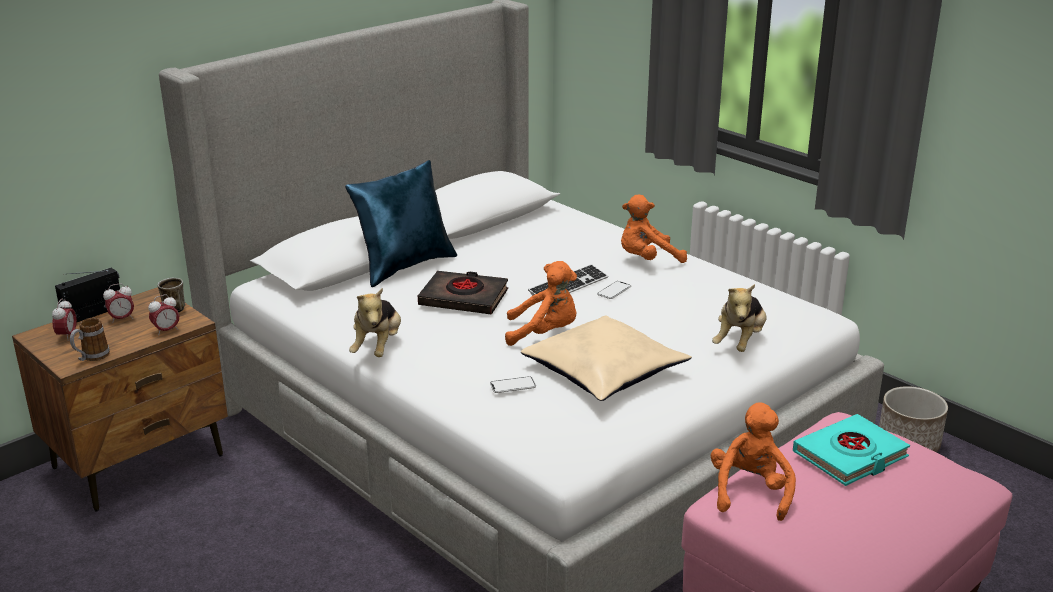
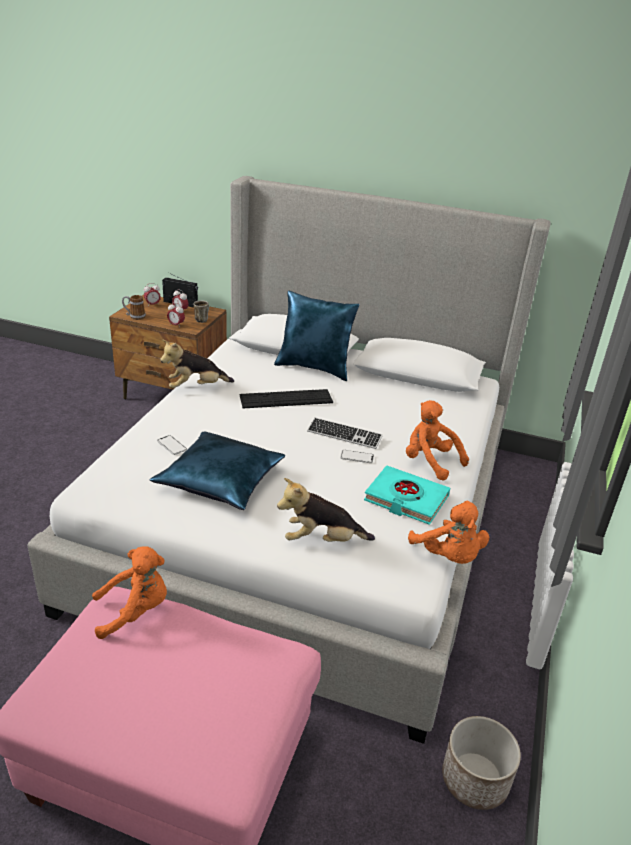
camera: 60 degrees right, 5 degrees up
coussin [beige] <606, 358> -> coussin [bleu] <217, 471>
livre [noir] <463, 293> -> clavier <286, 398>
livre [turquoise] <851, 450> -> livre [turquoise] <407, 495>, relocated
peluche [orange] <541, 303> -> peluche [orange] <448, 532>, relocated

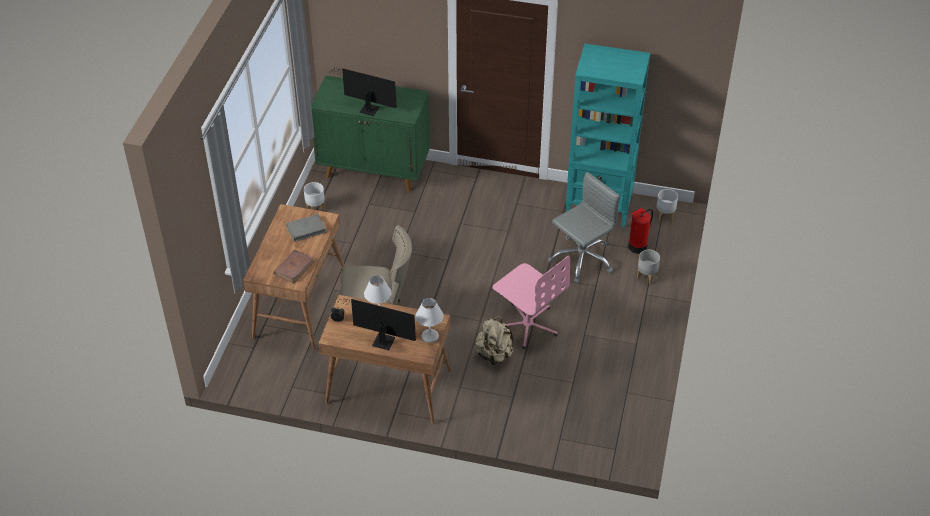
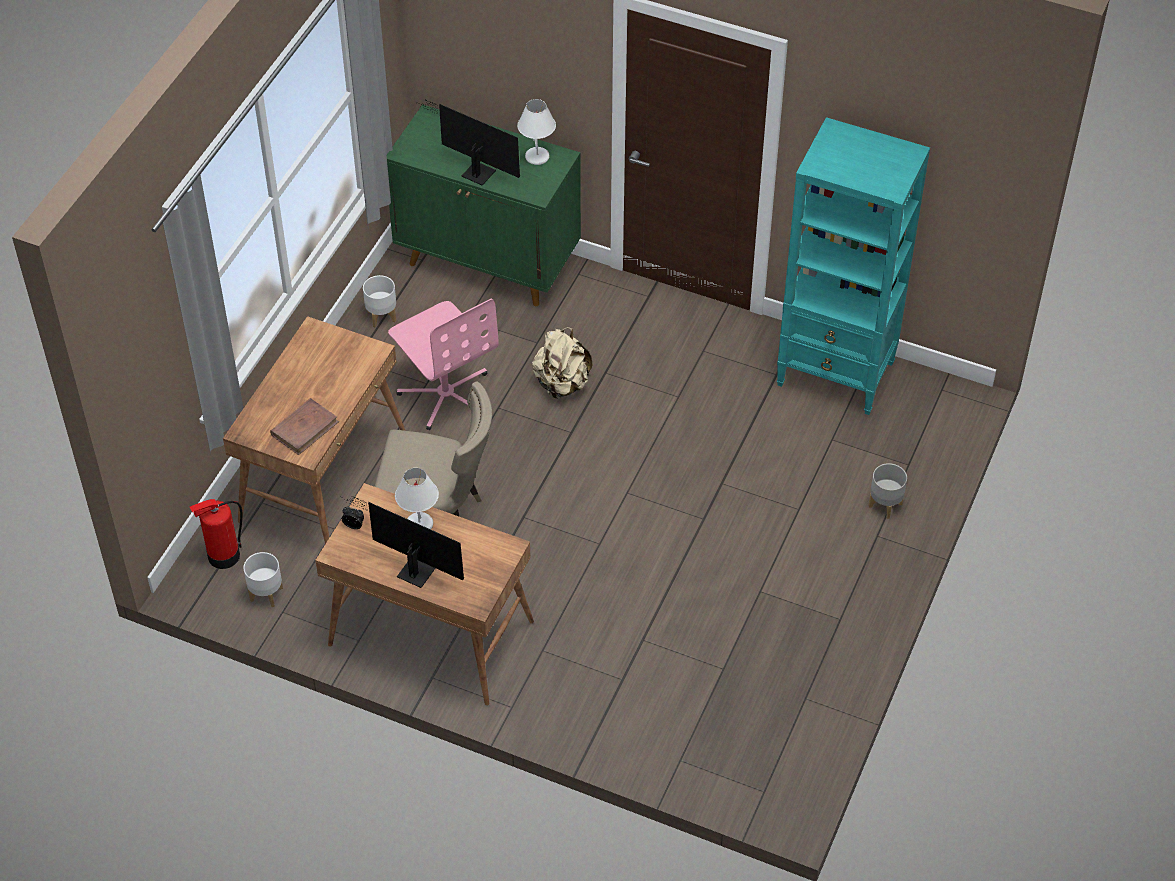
camera: 10 degrees right, 5 degrees up
extincteur <640, 231> -> extincteur <215, 534>, relocated
cache-pot [blanc] <667, 205> -> cache-pot [blanc] <263, 579>, relocated
chaise de bureau [rose] <531, 302> -> chaise de bureau [rose] <443, 364>, relocated
lampe de table [blanc] <430, 320> -> lampe de table [blanc] <536, 132>, relocated
sac à dos [beige] <494, 340> -> sac à dos [beige] <562, 363>, relocated
livre [gris] <306, 228> -> none
chaise de bureau [gris] <584, 227> -> none

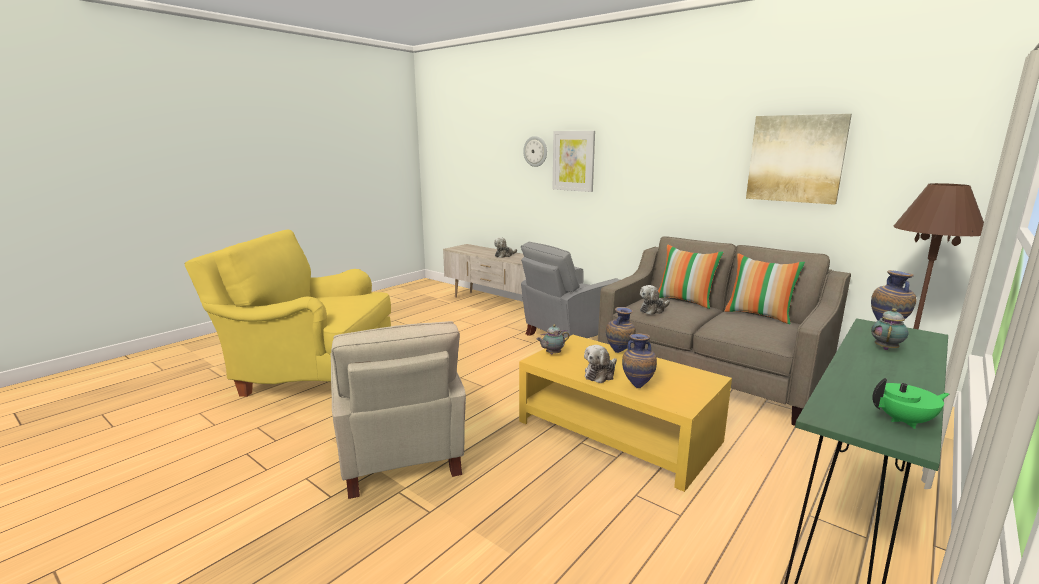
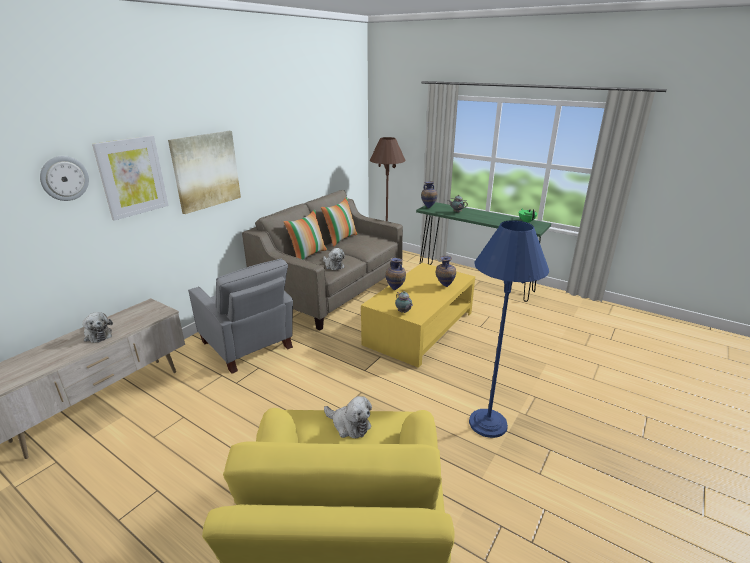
camera: 95 degrees left, 10 degrees up
tableau <799, 159> -> tableau <204, 172>, relocated
peluche <600, 364> -> peluche <348, 417>, relocated
fauteuil [beige] <398, 410> -> lampadaire [bleu] <509, 329>

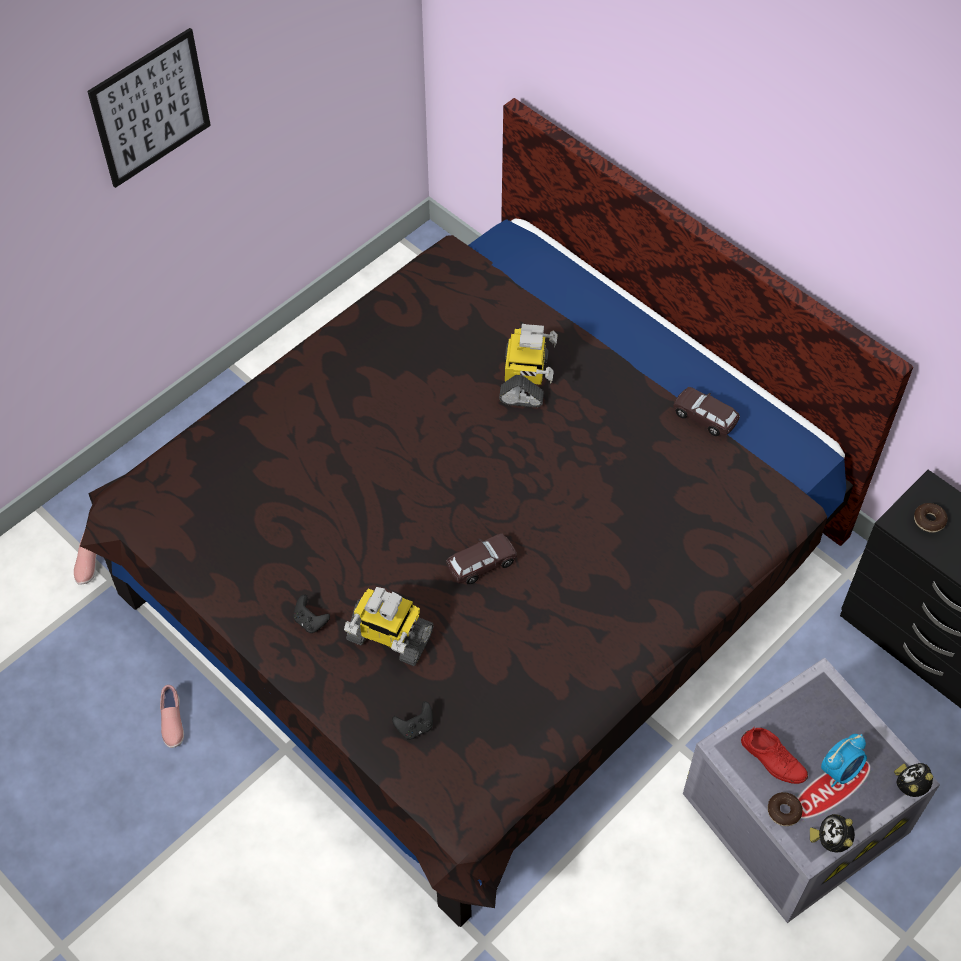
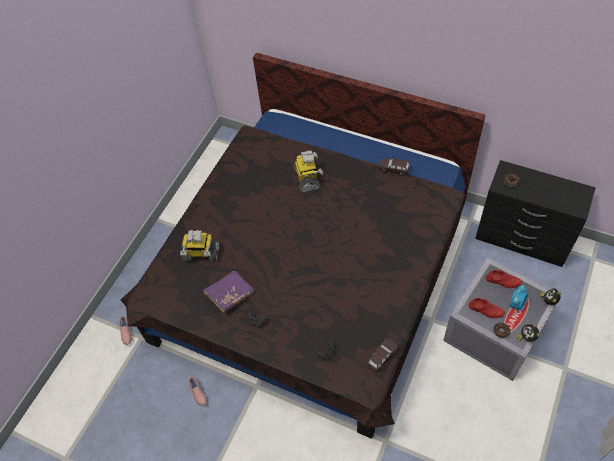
camera: 15 degrees left, 0 degrees up
robot jouet <389, 626> -> robot jouet <200, 246>, relocated
none -> livre [violet] <228, 292>
petite voiture [marron] <481, 559> -> petite voiture [marron] <382, 355>, relocated
none -> chaussure [rouge] <504, 279>
tableau <149, 108> -> none

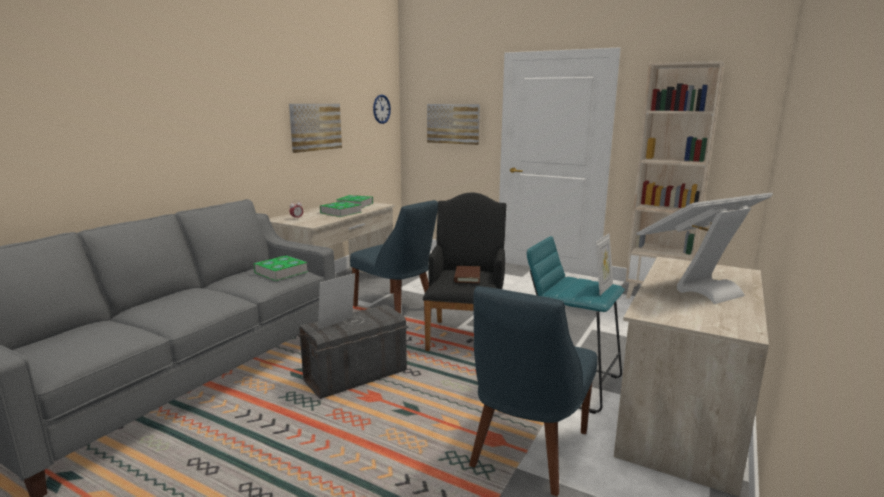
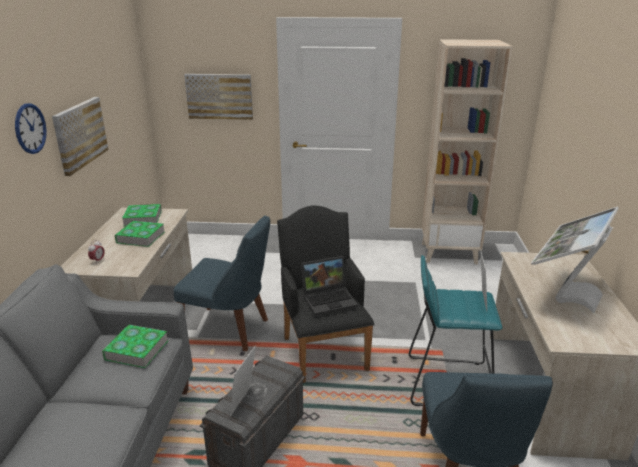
camera: 25 degrees left, 10 degrees up
horloge murale <382, 109> -> horloge murale <31, 128>, relocated
livre [marron] <467, 274> -> ordinateur portable <329, 286>

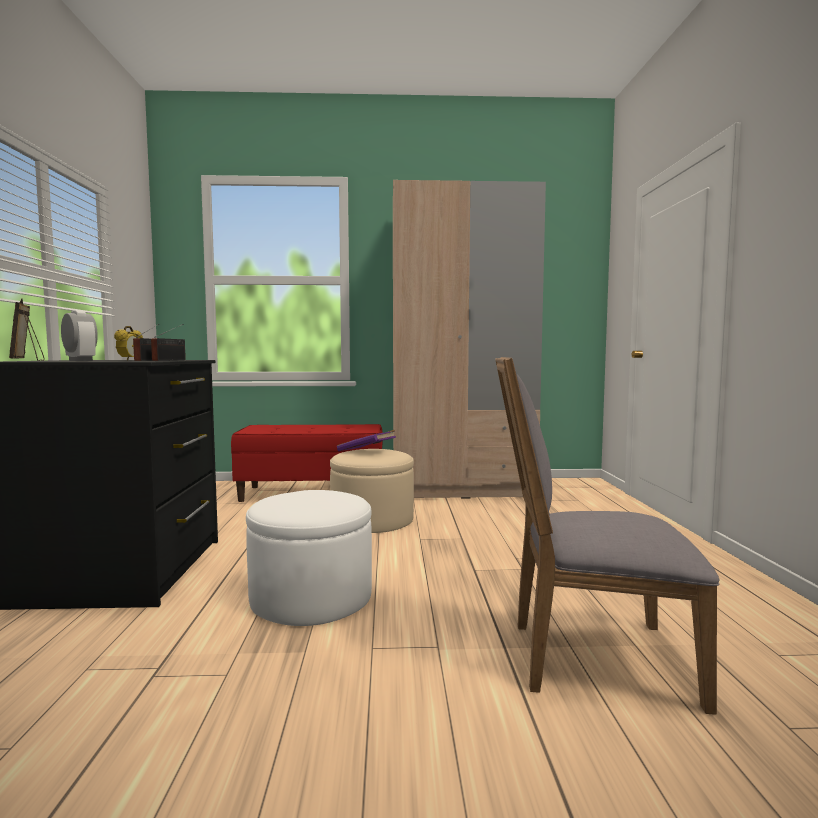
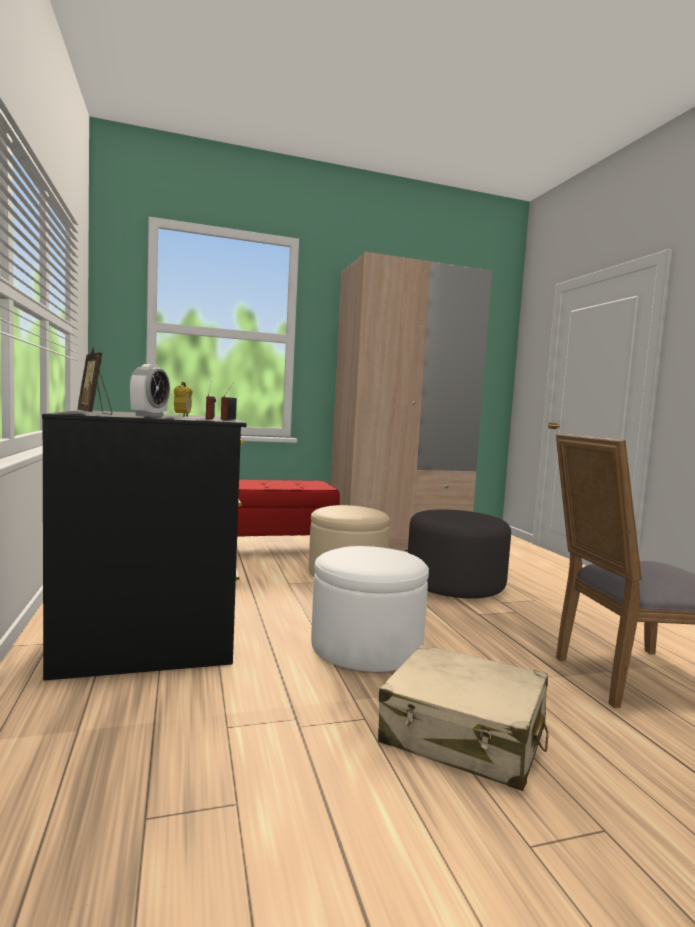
camera: 15 degrees left, 0 degrees up
réveil <79, 335> -> réveil <149, 390>, 75 degrees clockwise
none -> valise [beige] <463, 717>
none -> pouf [gris] <459, 553>
livre [violet] <366, 440> -> none

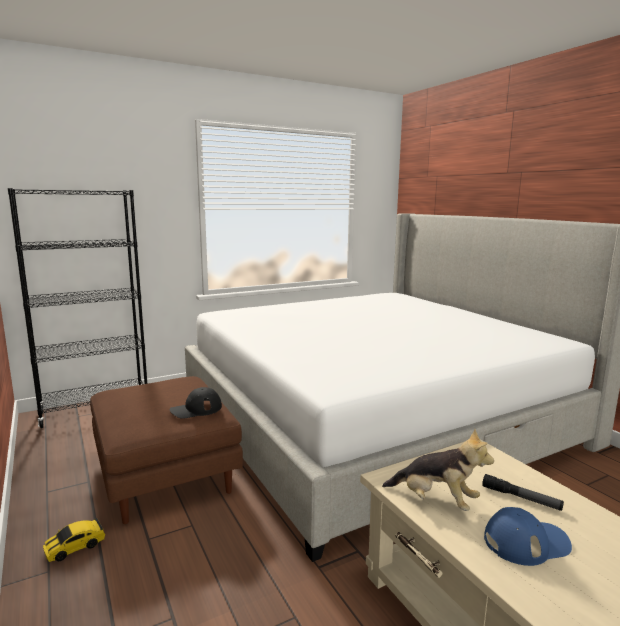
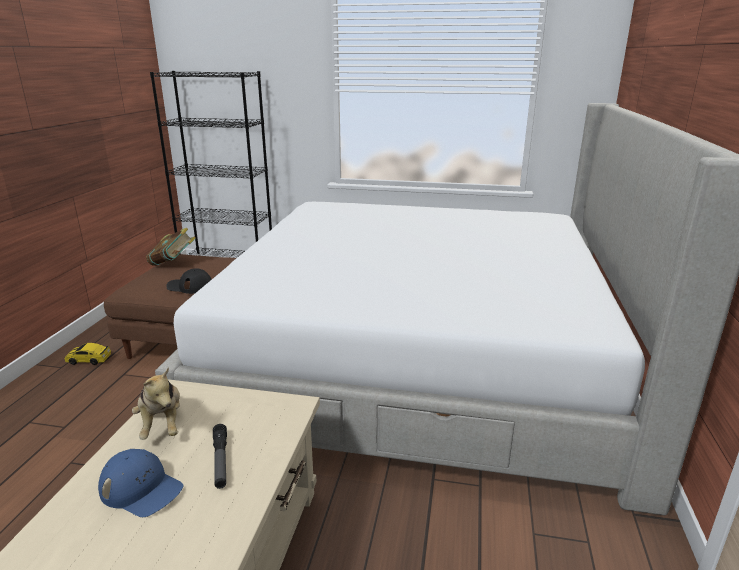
camera: 40 degrees right, 10 degrees up
none -> livre <171, 247>

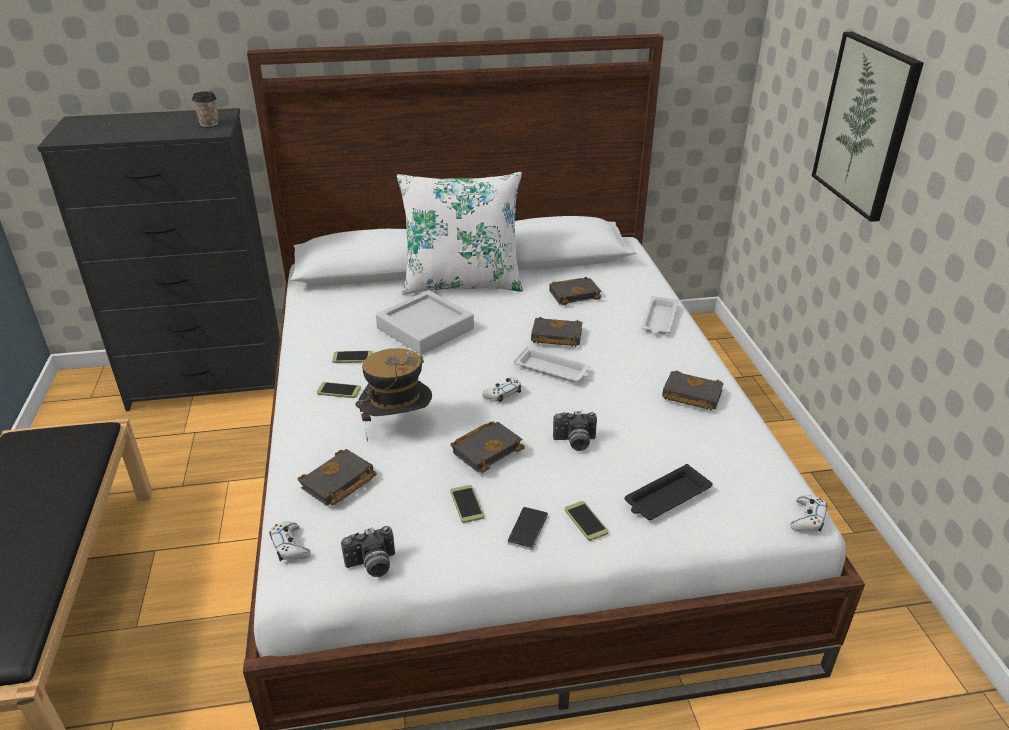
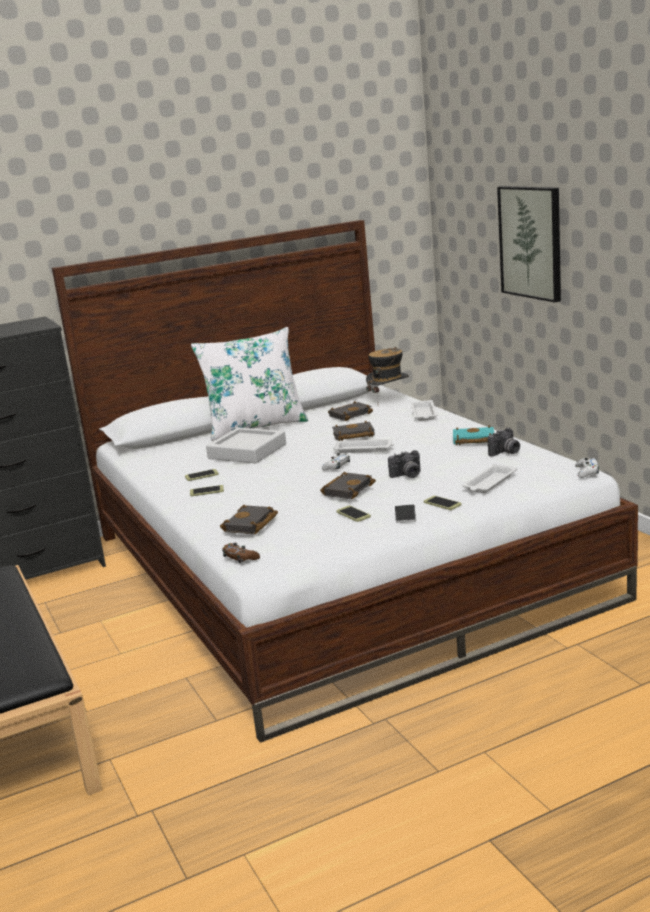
camera: 15 degrees left, 15 degrees down
manette [blanc] <290, 541> -> manette [marron] <241, 553>
chapeau <393, 395> -> chapeau <387, 371>, relocated
livre [noir] <693, 390> -> livre [turquoise] <474, 435>
plateau [noir] <669, 492> -> plateau [blanc] <489, 478>
appareil photo <368, 551> -> appareil photo <504, 442>, relocated
tasse <205, 109> -> none

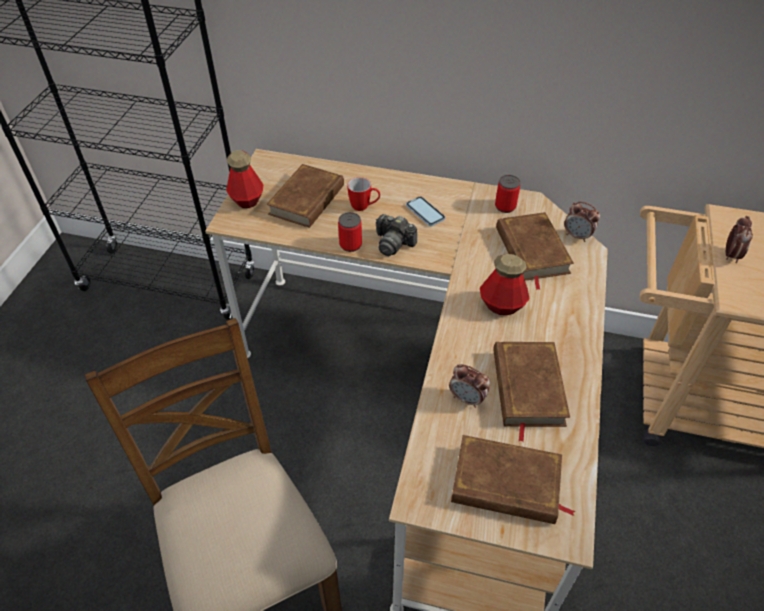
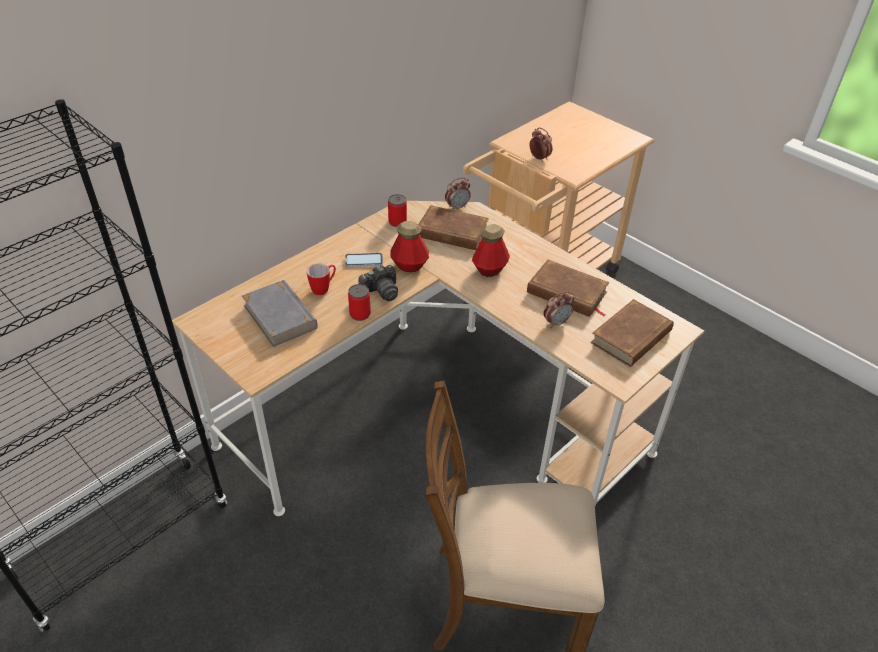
camera: 60 degrees left, 5 degrees down
livre [marron] <305, 196> -> livre [gris] <280, 313>
bouteille <244, 179> -> bouteille <409, 246>, relocated

